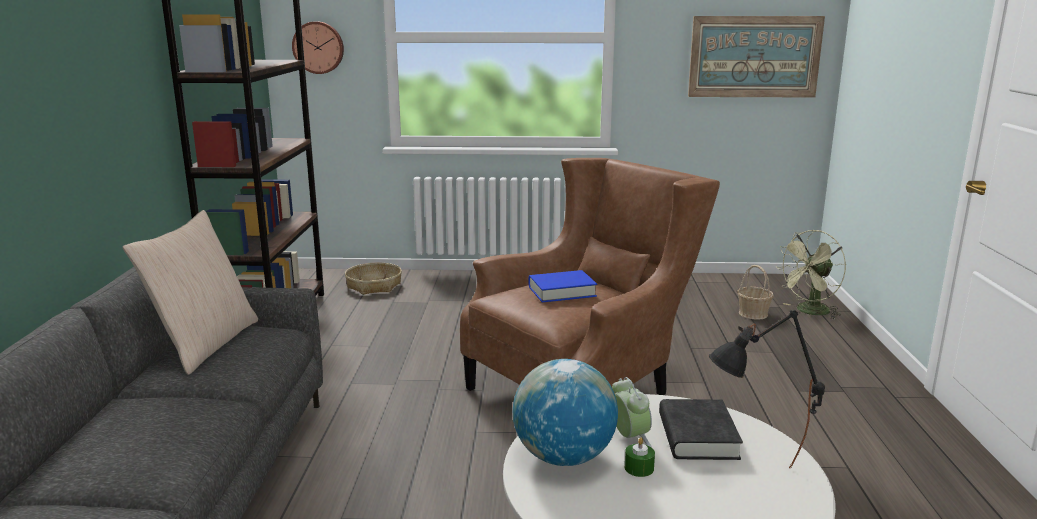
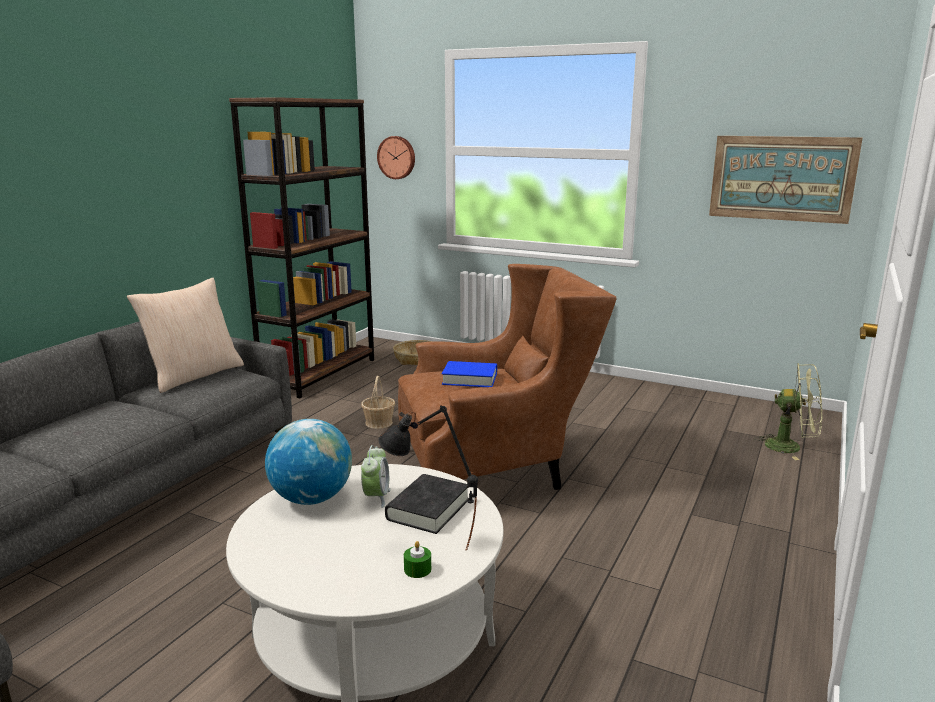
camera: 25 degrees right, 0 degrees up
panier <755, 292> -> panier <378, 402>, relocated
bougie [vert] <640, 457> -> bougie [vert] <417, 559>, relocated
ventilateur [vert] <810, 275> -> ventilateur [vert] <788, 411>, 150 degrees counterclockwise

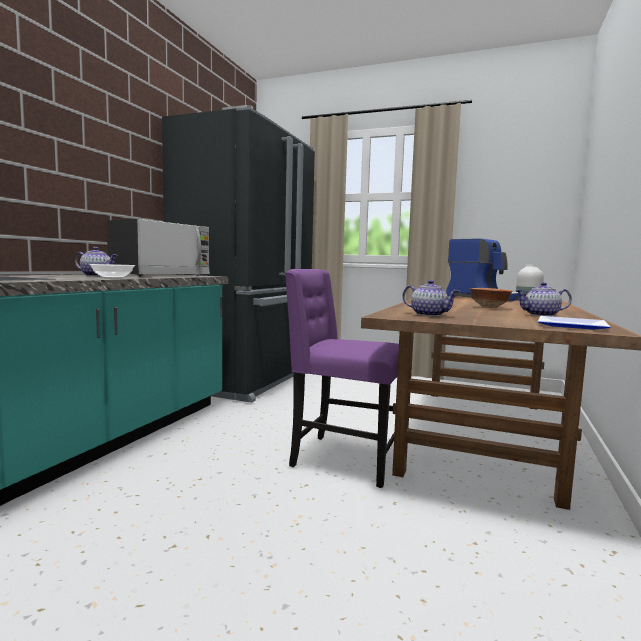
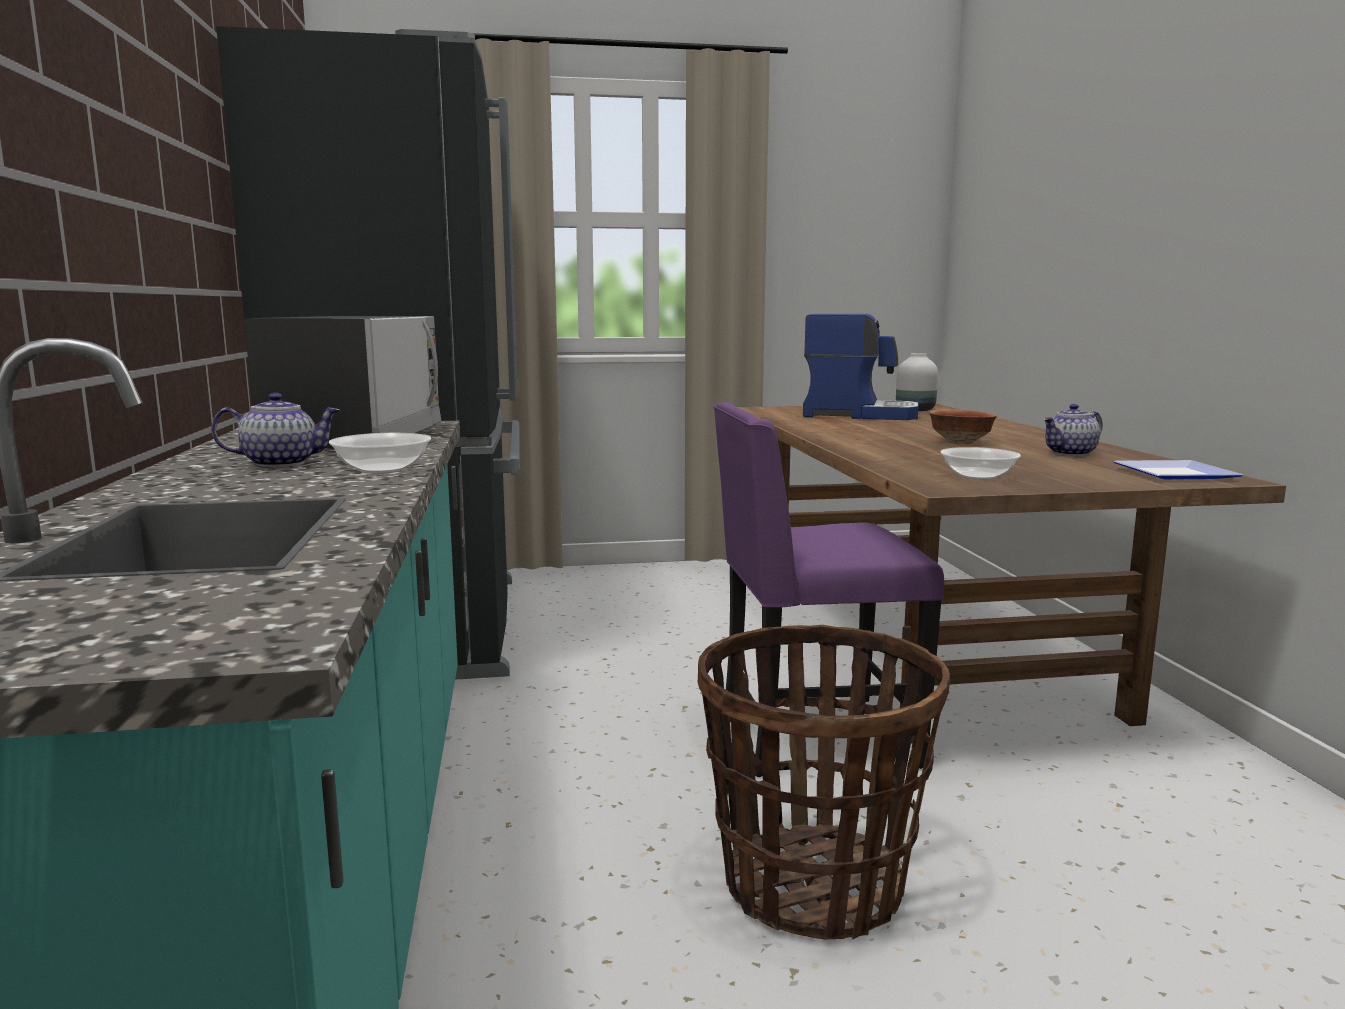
camera: 30 degrees left, 5 degrees up
none -> panier <824, 782>
théière <430, 298> -> bol <981, 463>

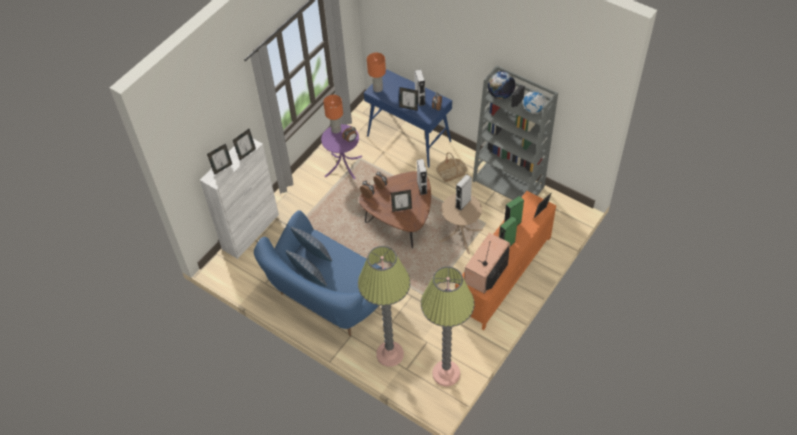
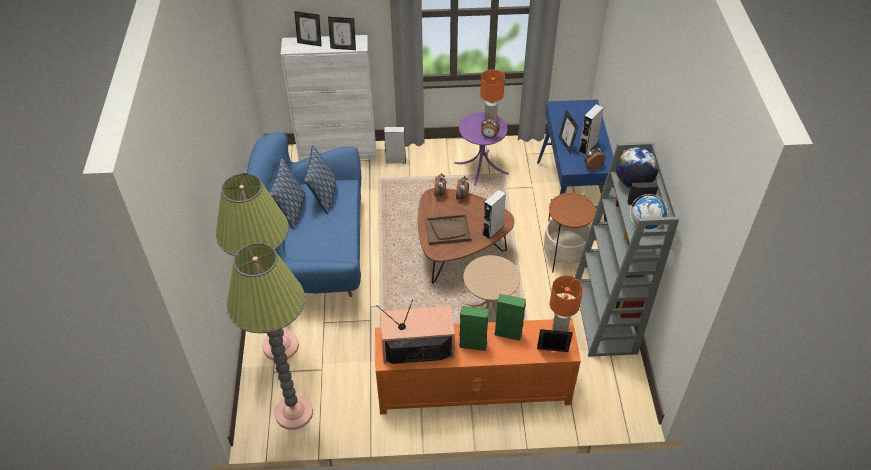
camera: 50 degrees right, 5 degrees down
enceinte [gris] <463, 192> -> enceinte [gris] <395, 145>, relocated
cadre photo <401, 201> -> plateau [marron] <448, 229>
panier <452, 167> -> table d'appoint <570, 232>
lampe de table [orange] <376, 72> -> lampe de table [orange] <566, 303>, relocated

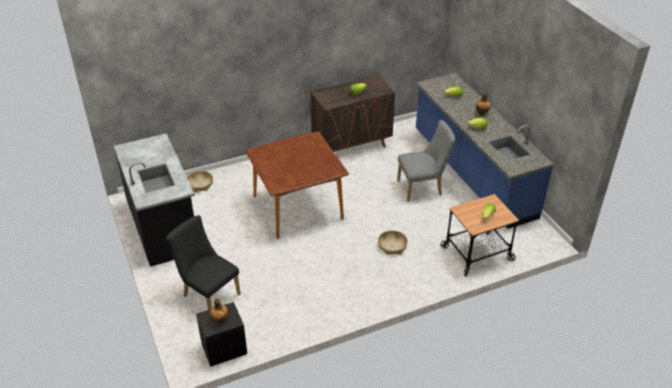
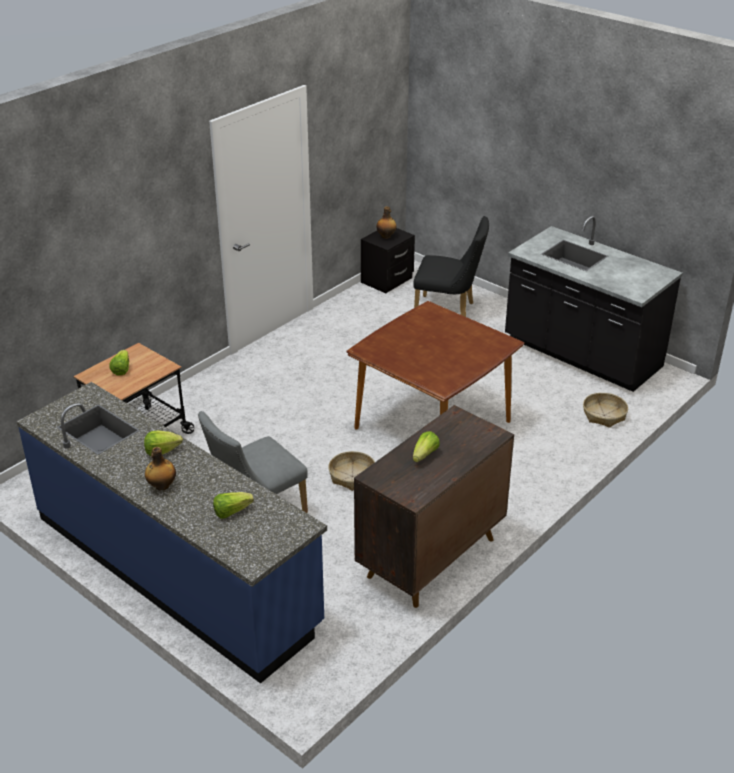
camera: 155 degrees right, 5 degrees down
panier <393, 242> -> panier <351, 471>, relocated

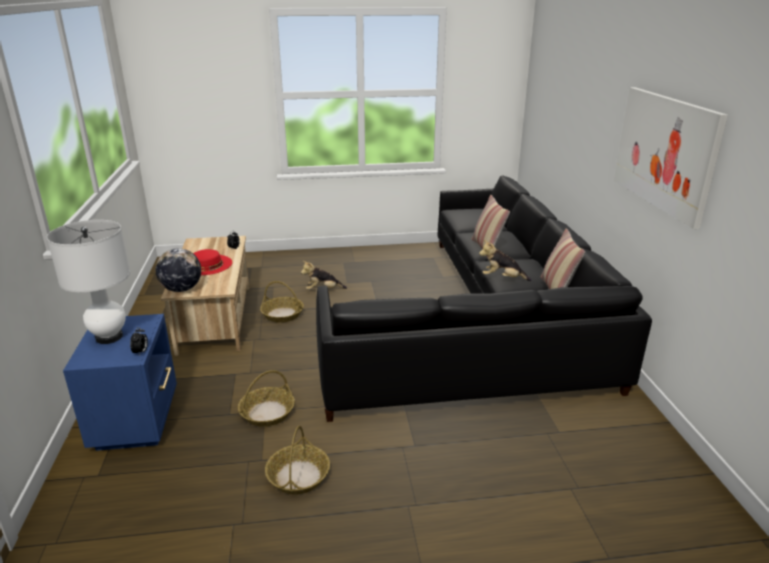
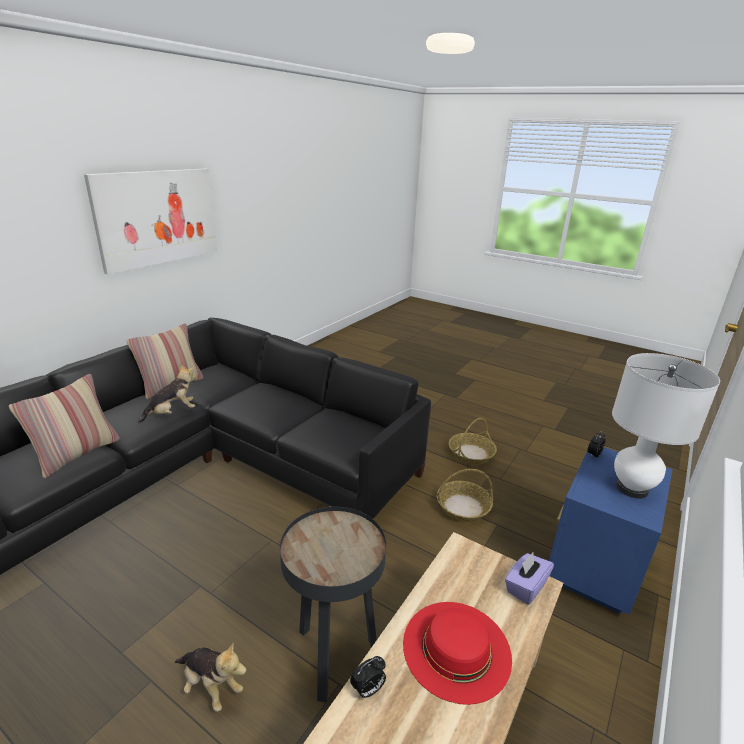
camera: 140 degrees left, 0 degrees up
peluche <505, 260> -> peluche <167, 393>, 90 degrees counterclockwise
panier <282, 302> -> table d'appoint [noir] <333, 605>
globe <178, 270> -> boîte à mouchoirs [violet] <529, 579>

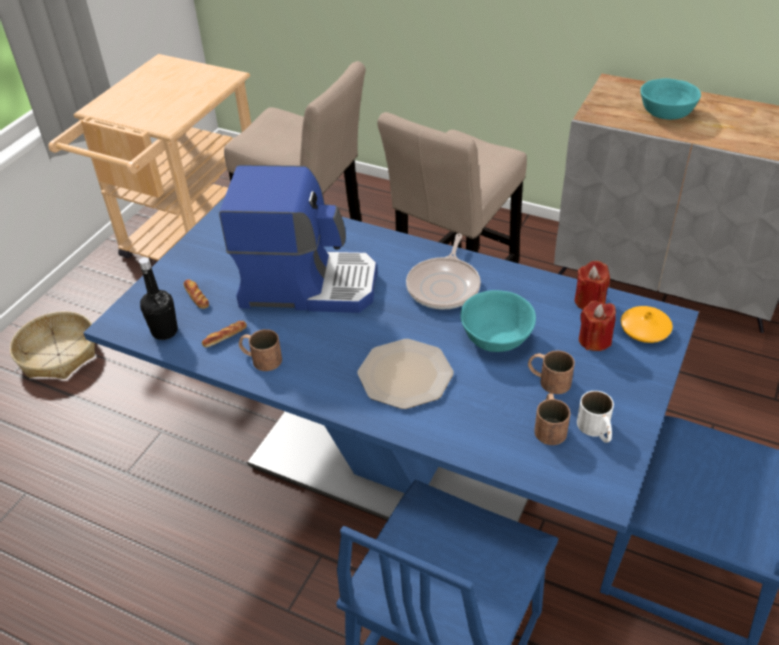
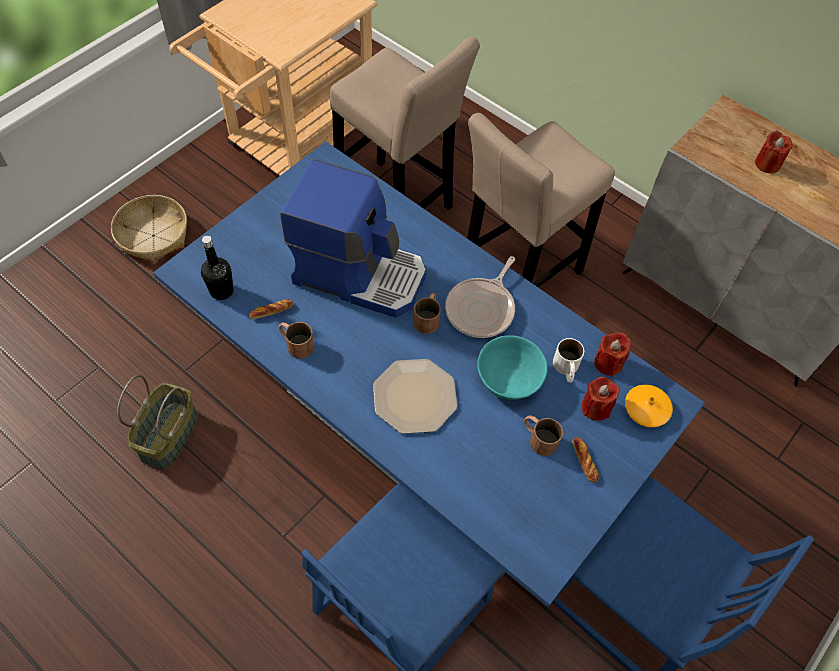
camera: 10 degrees right, 15 degrees up
none -> panier <157, 422>
mug [marron] <552, 419> -> mug [marron] <427, 313>, relocated
mug [blanc] <595, 417> -> mug [blanc] <568, 360>, relocated
pain <196, 294> -> pain <586, 460>, relocated
bol [turquoise] <670, 99> -> bougie [rouge] <774, 151>

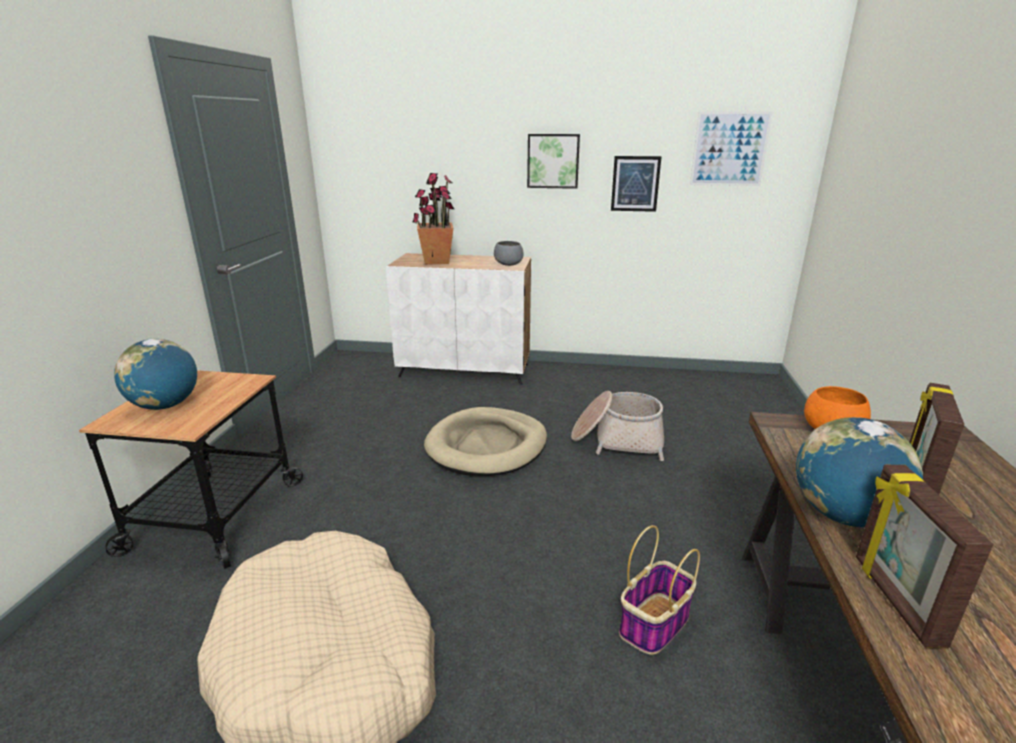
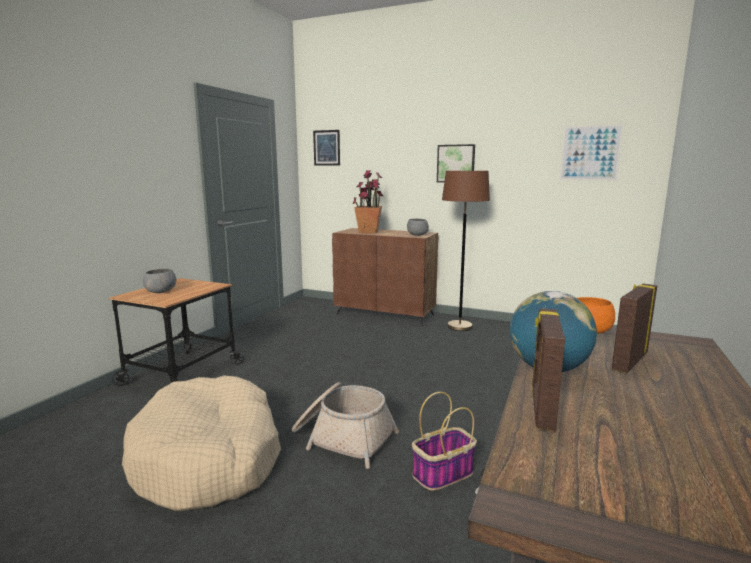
camera: 15 degrees right, 10 degrees down
globe <155, 374> -> bol [gris] <159, 281>
panier <617, 426> -> panier <345, 425>, relocated
tableau <636, 184> -> tableau <326, 148>, relocated
meuble de rangement [blanc] <458, 319> -> meuble de rangement [marron] <385, 277>
none -> lampadaire [marron] <466, 251>
panier pour chien [beige] <485, 441> -> none

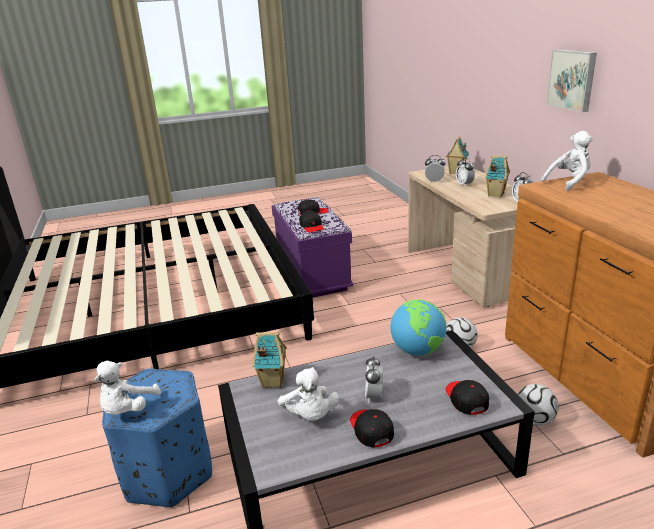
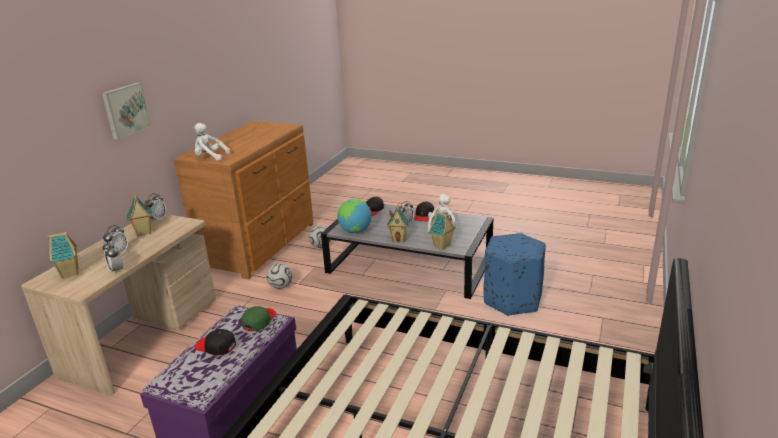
camera: 140 degrees left, 0 degrees up
casquette [noir] <312, 221> -> casquette [vert] <259, 318>
none -> maison miniature <398, 223>
peluche [blanc] <127, 388> -> none

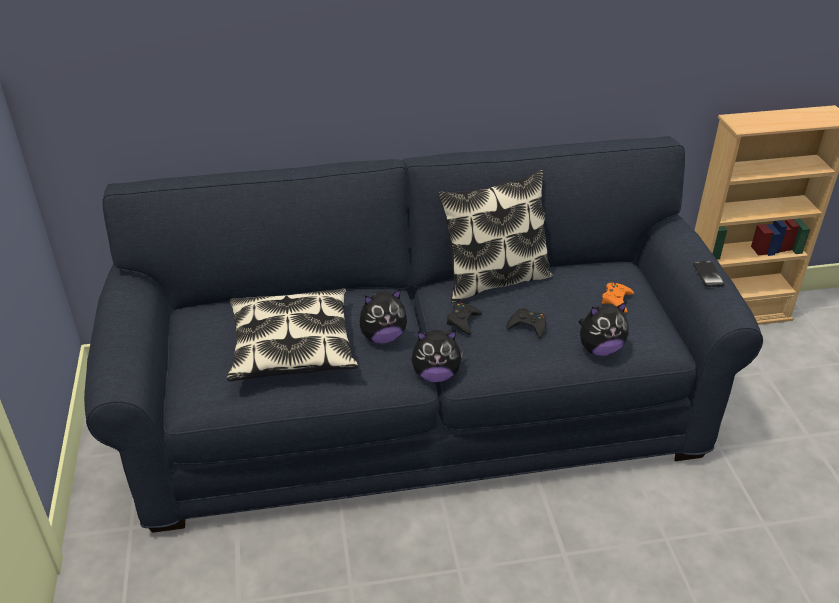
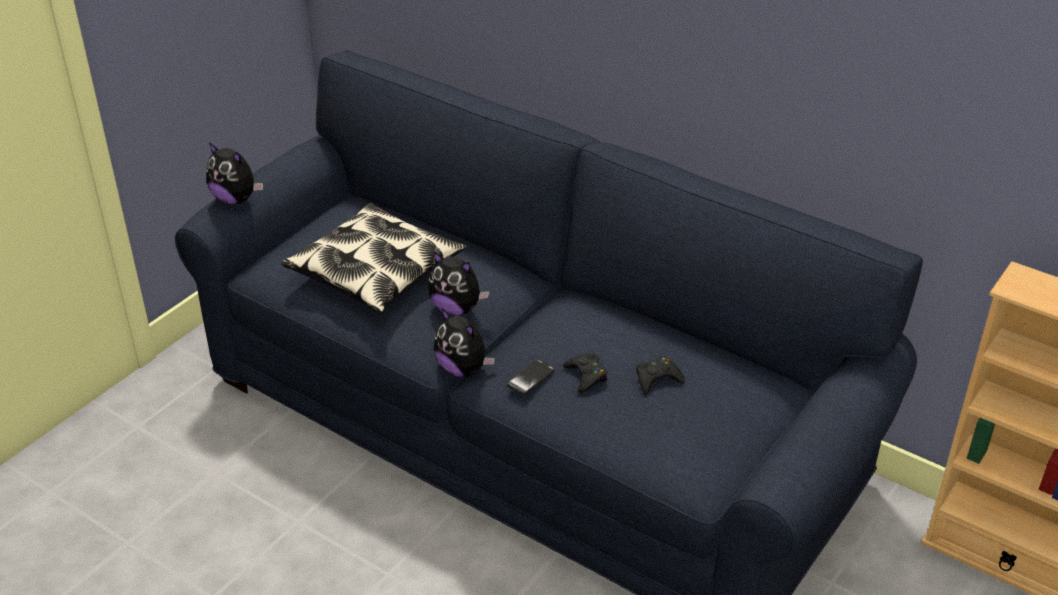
camera: 45 degrees right, 0 degrees up
peluche <604, 329> -> peluche <234, 173>, relocated
téléphone <709, 274> -> téléphone <531, 377>, relocated
manette [noir] <464, 319> -> manette [noir] <660, 375>, relocated
coussin <495, 236> -> none
manette [orange] <617, 298> -> none

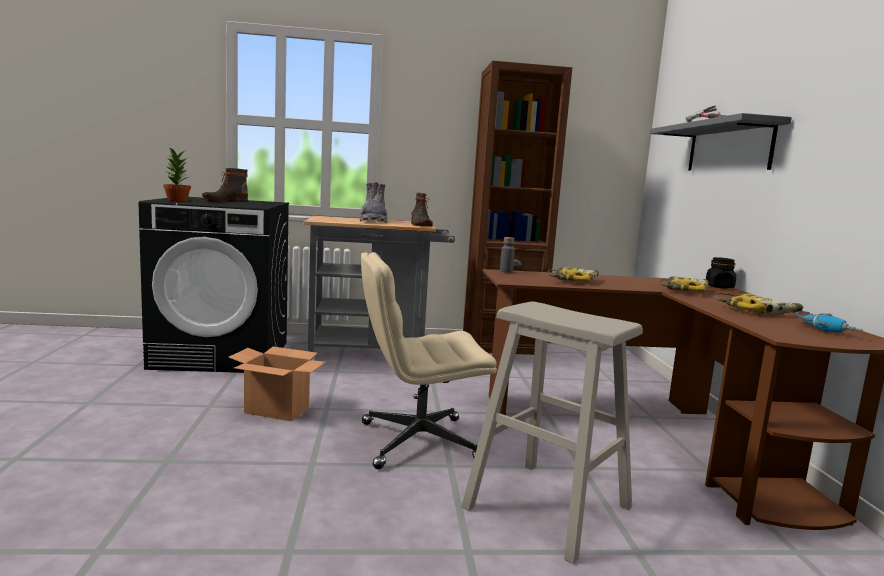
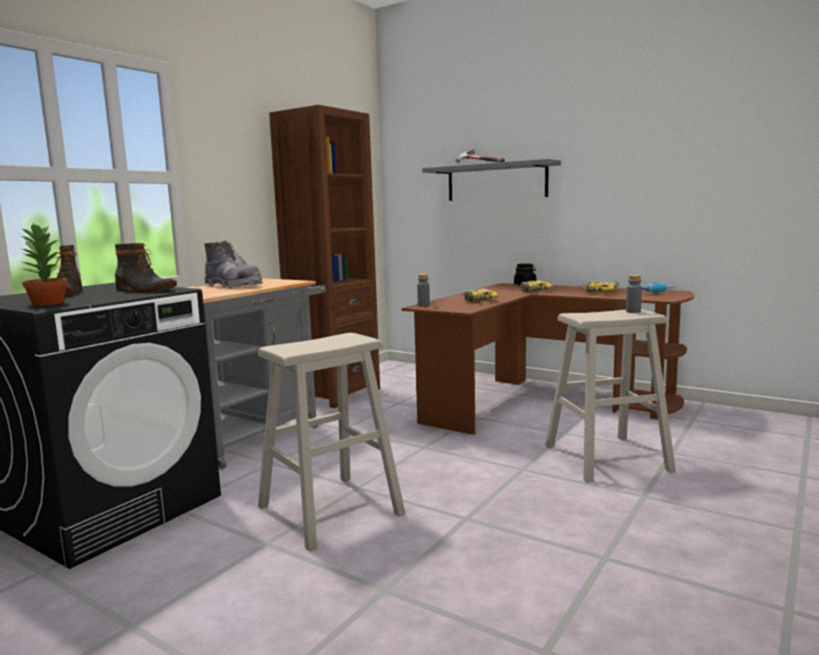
camera: 50 degrees left, 0 degrees up
botte <422, 209> -> botte <146, 268>, relocated
carton <277, 383> -> tabouret [beige] <332, 442>
none -> bouteille [gris] <634, 294>
chaise de bureau [beige] <429, 360> -> none

